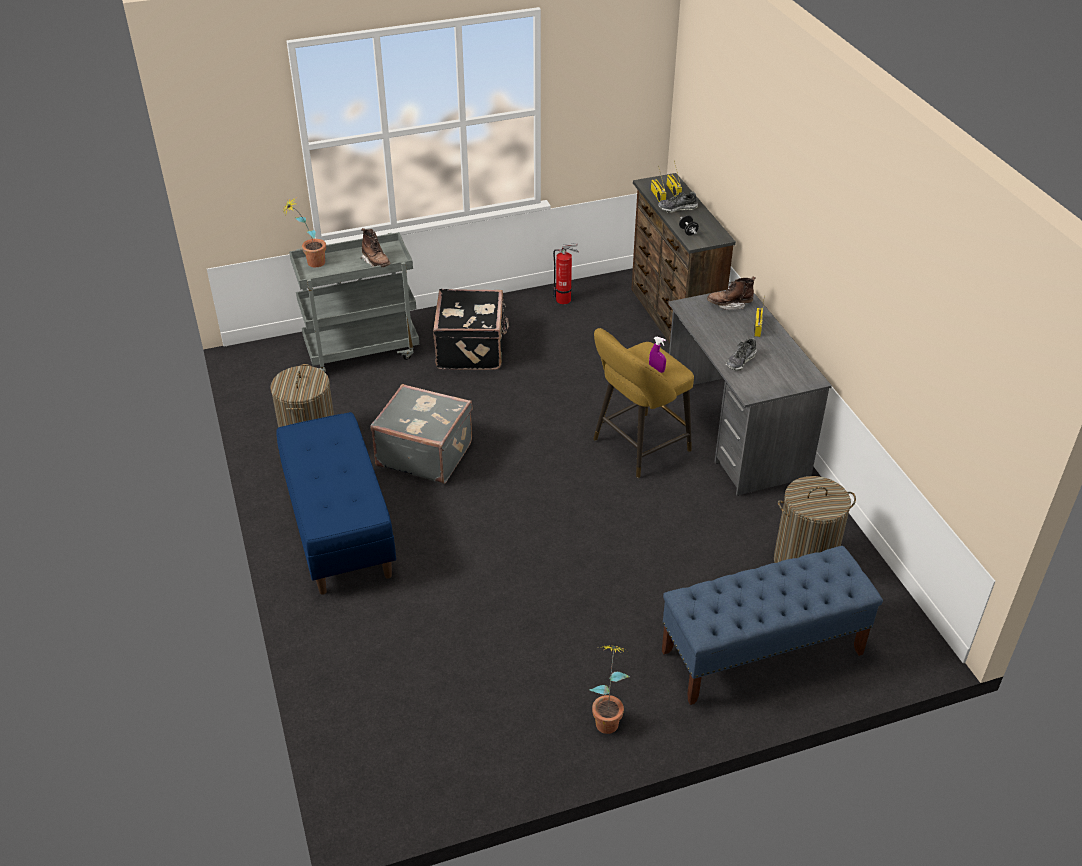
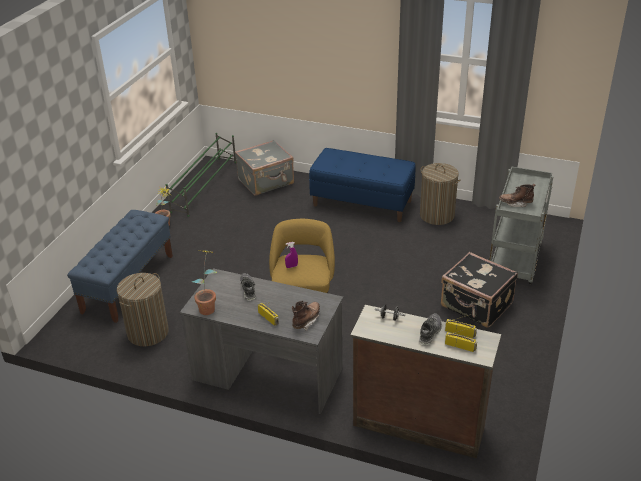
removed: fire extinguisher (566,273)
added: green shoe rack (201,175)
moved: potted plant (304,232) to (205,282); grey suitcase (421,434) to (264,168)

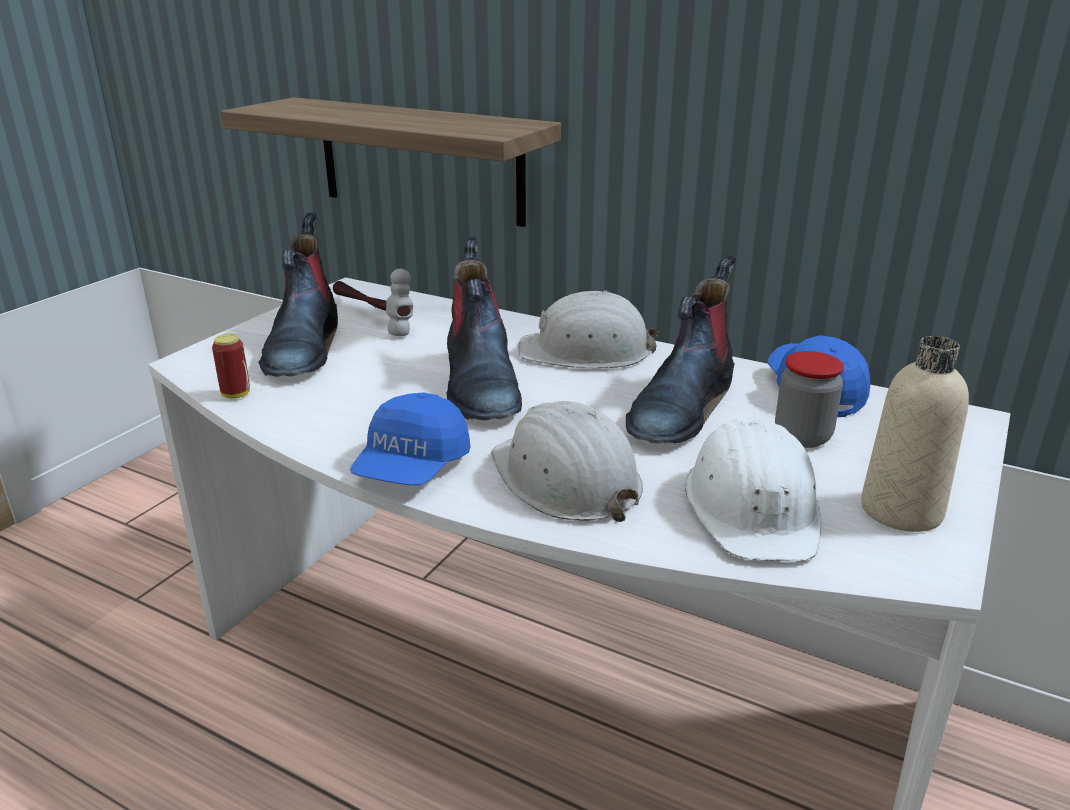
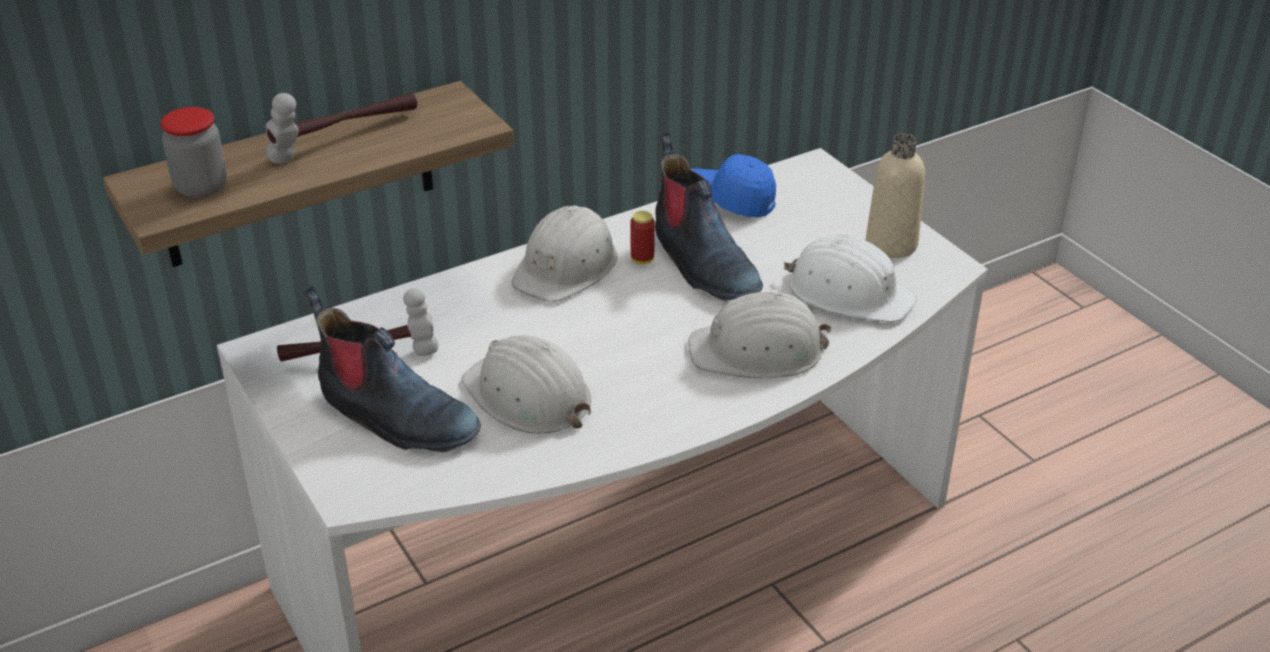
removed: blue cap (410,438); boot (484,328)
added: hammer (341,128); white hard hat (526,384)
moved: jar (809,399) to (193,152); can (231,366) to (642,237)

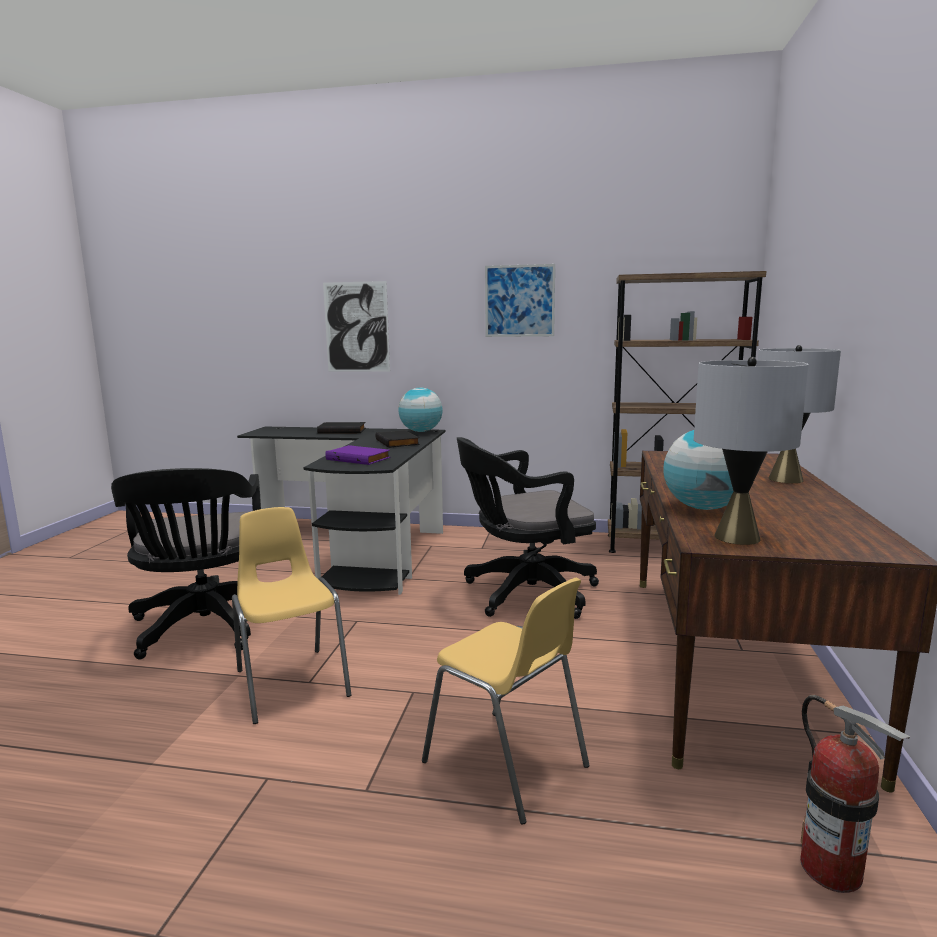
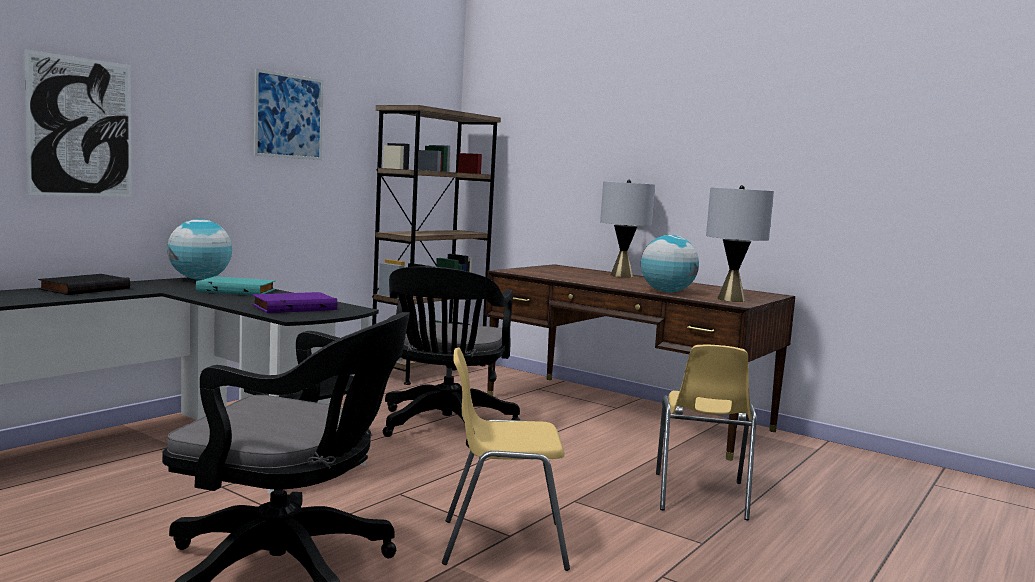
removed: fire extinguisher (855,794)
recoloured: black book (398,439) to turquoise book (235,286)
turned: yellow chair (506,701) = (706,432) 120 degrees clockwise

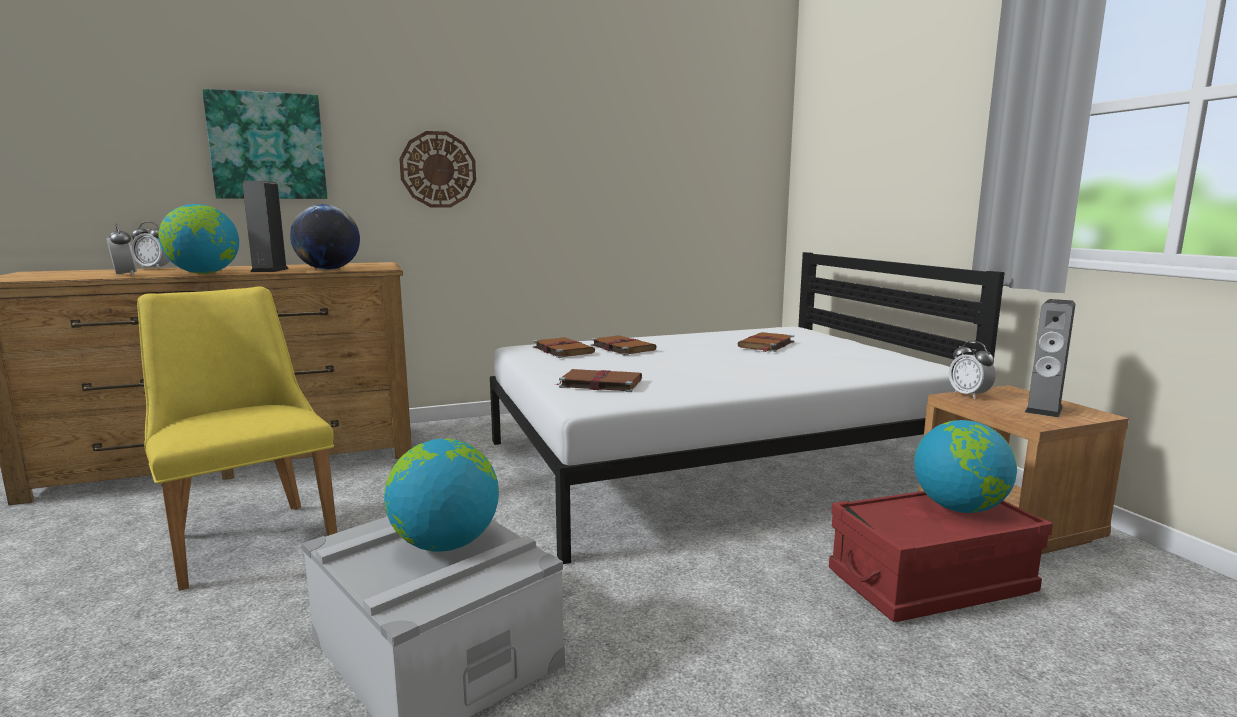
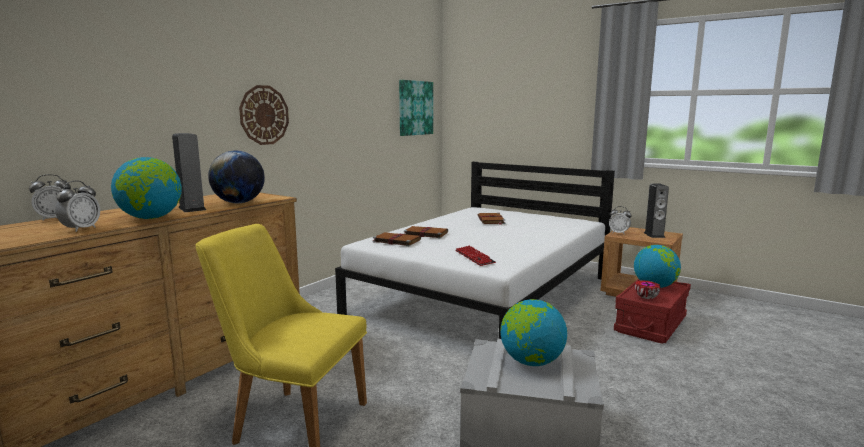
added: bowl (647,290)
moved: picture (265,144) to (416,108)
replaced: brown book (599,380) to keyboard (475,255)
turned: alarm clock (121,249) = (77,206) 90 degrees clockwise

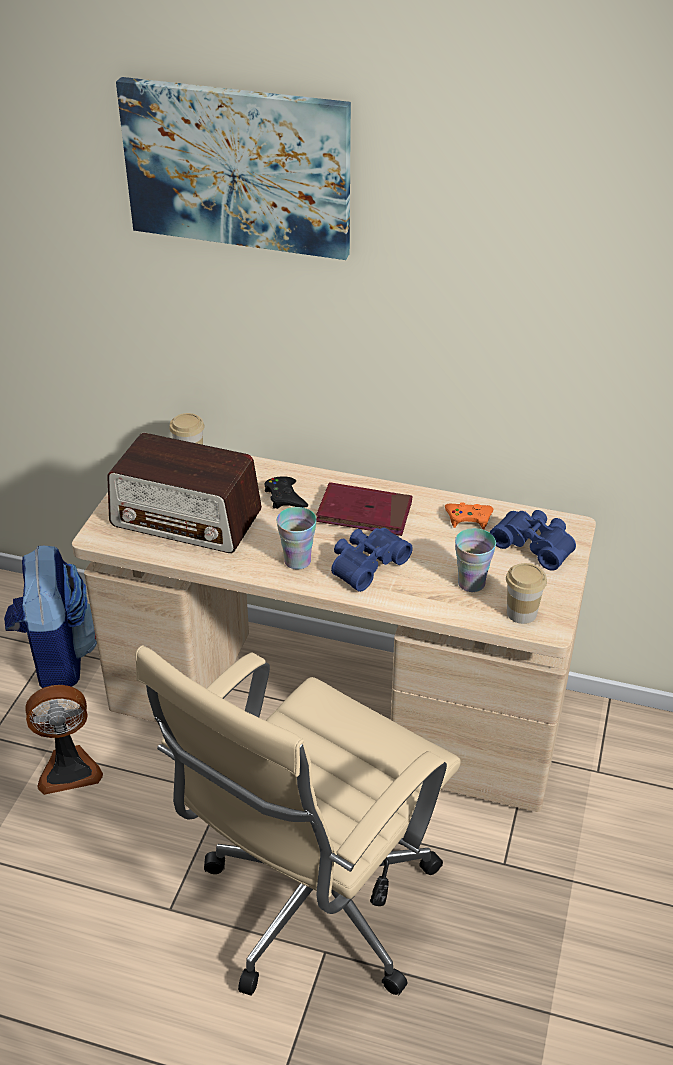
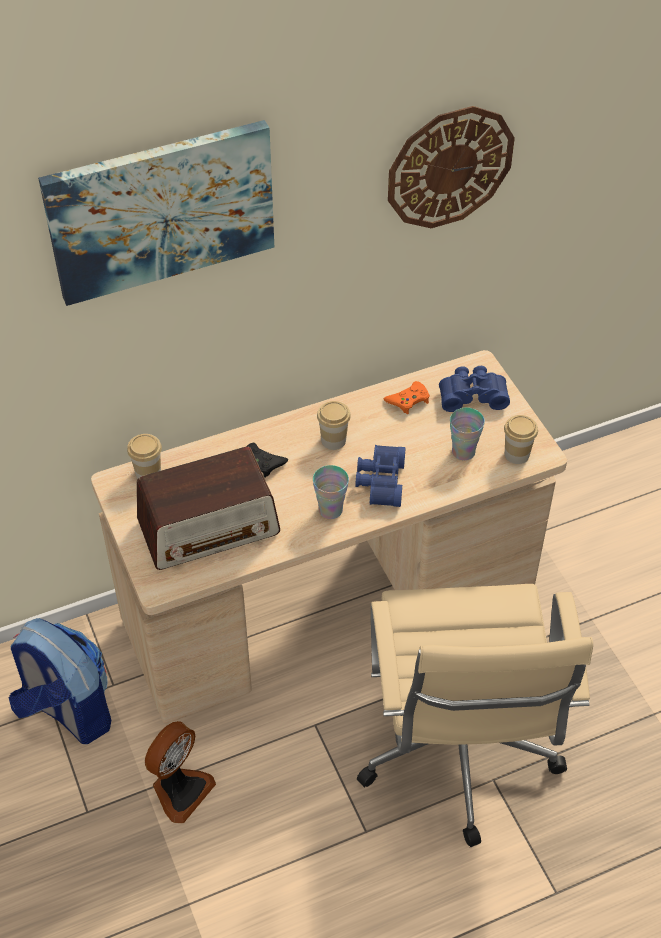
added: wall clock (451,167)
replaced: red book (364,509) to cup (334,425)

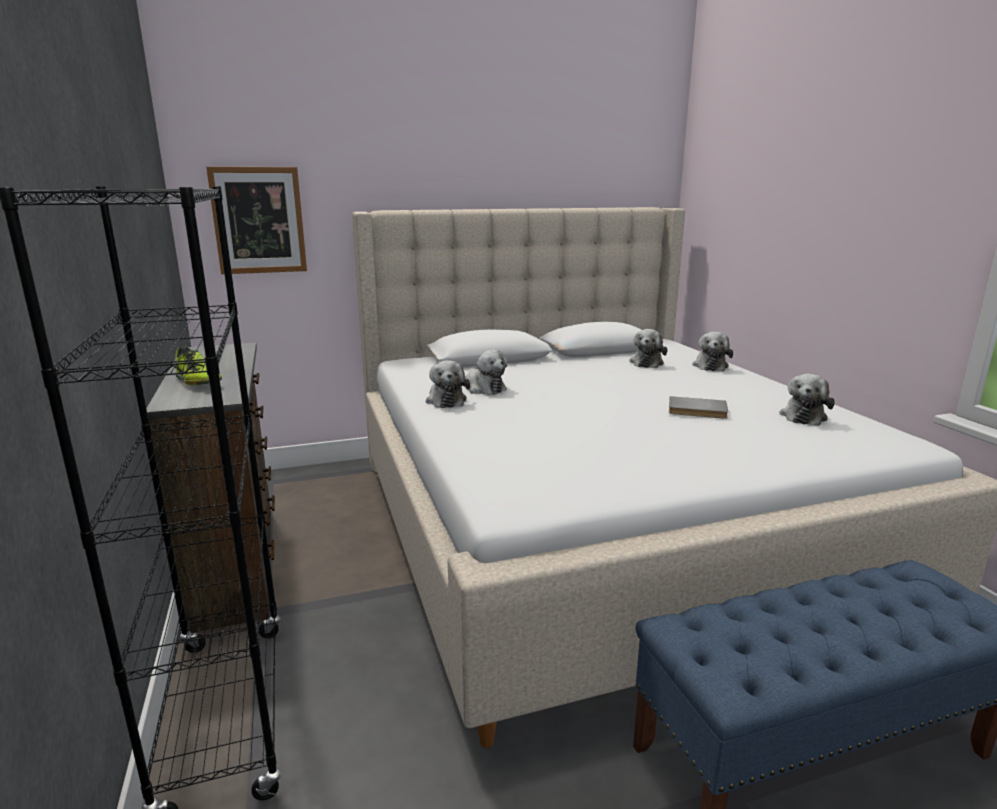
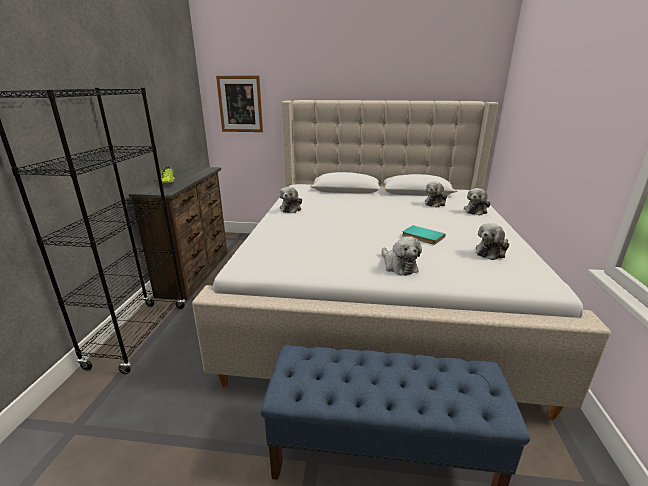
moved: plush toy (486,372) to (402,256)
recoloured: grey book (698,407) to turquoise book (423,235)

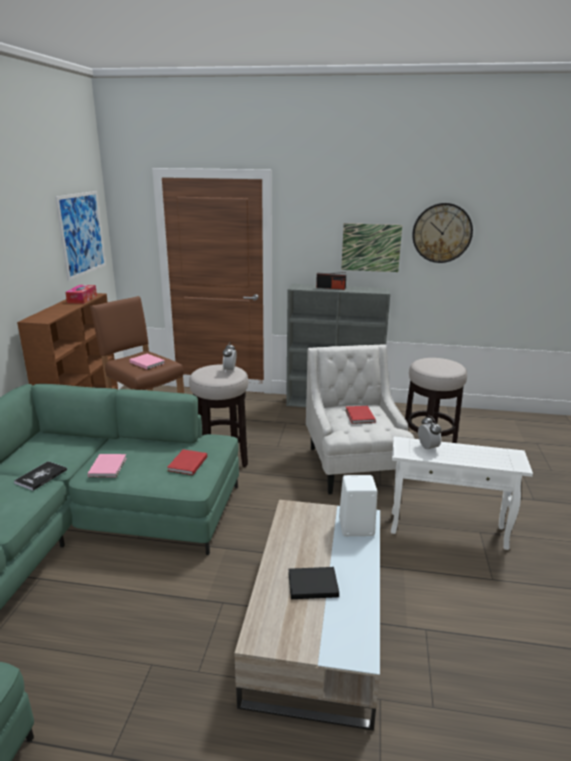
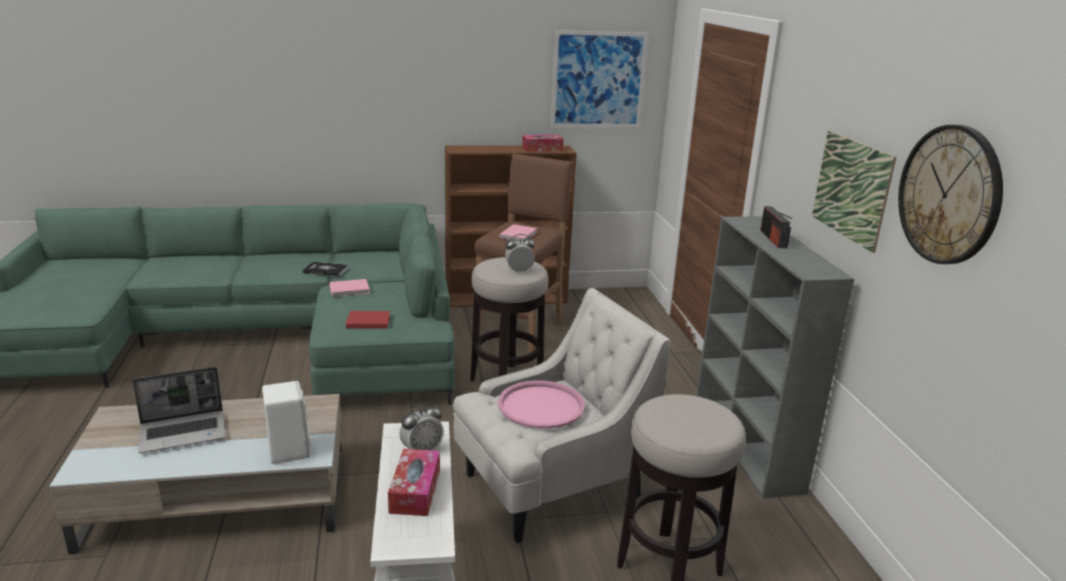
added: tissue box (414,482)
replaced: black book (313,583) to laptop (179,410); red book (360,415) to pink tray (541,404)

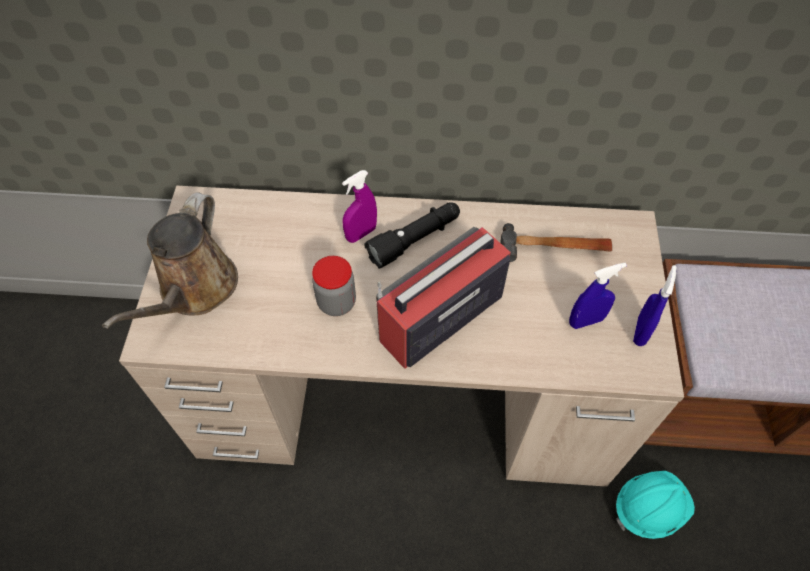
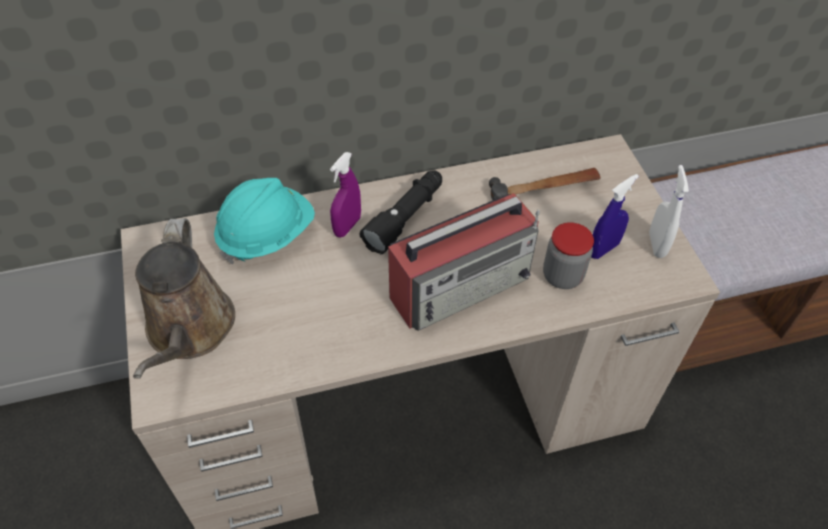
moved: turquoise hard hat (655,505) to (264,221); jar (334,286) to (568,255)
recoloured: blue spray bottle (655,305) to white spray bottle (669,211)
turned: radio (443,298) = (464,262) 150 degrees counterclockwise

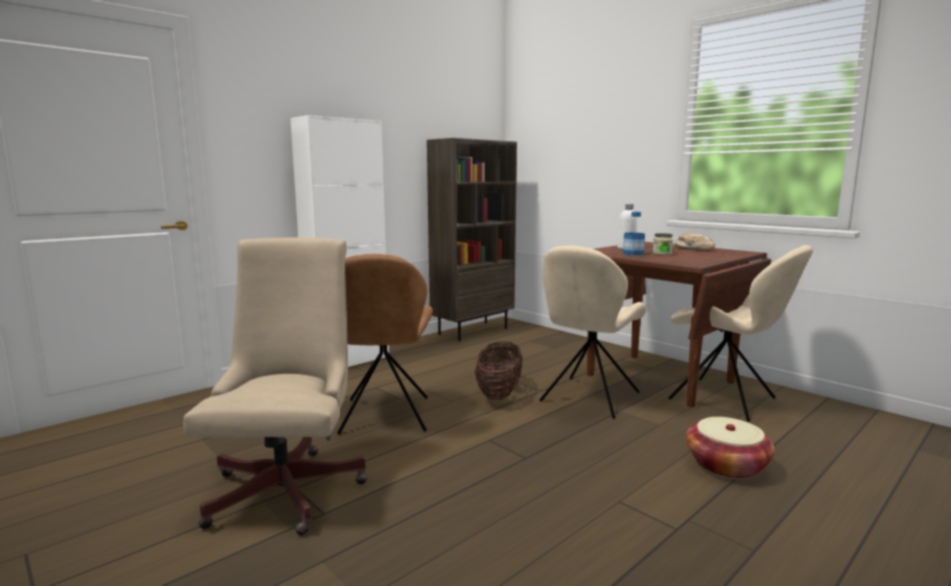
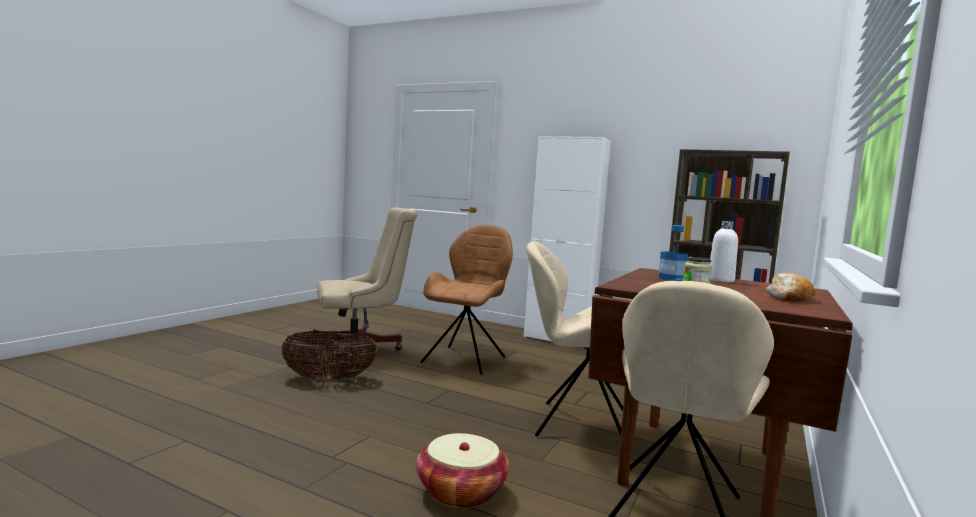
moved: basket (499,370) to (329,355)
turned: brown chair (385,344) = (466,299) 135 degrees clockwise

